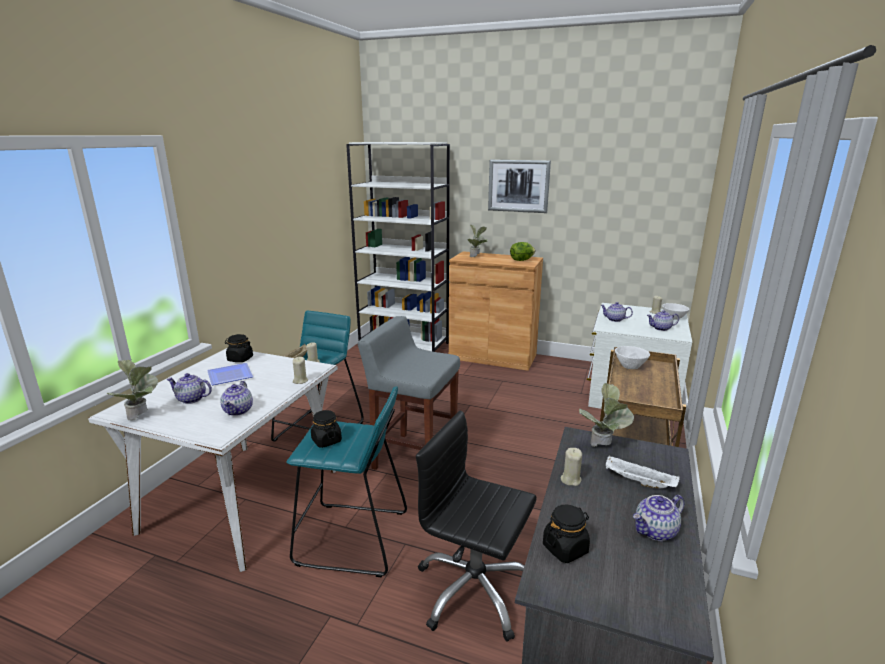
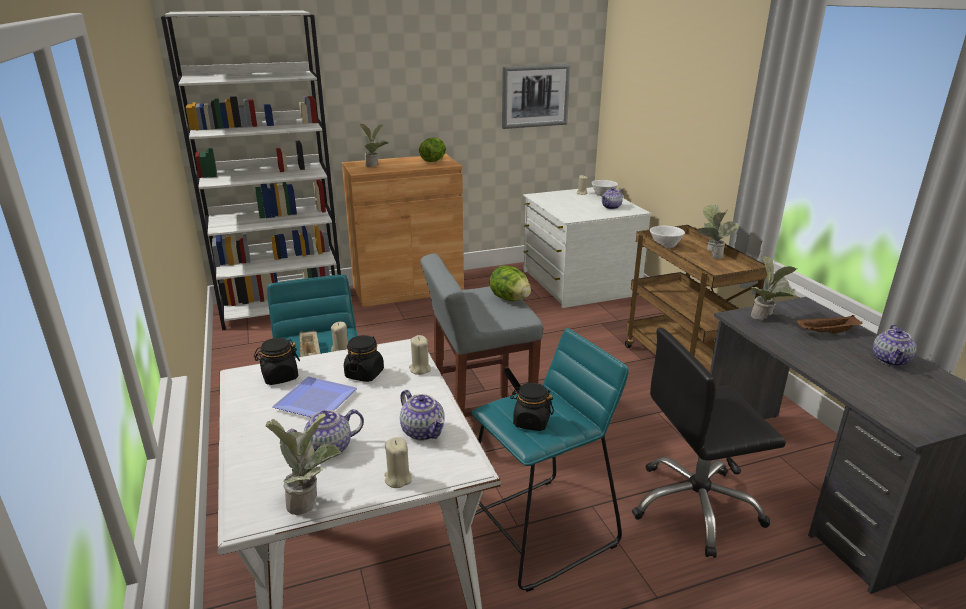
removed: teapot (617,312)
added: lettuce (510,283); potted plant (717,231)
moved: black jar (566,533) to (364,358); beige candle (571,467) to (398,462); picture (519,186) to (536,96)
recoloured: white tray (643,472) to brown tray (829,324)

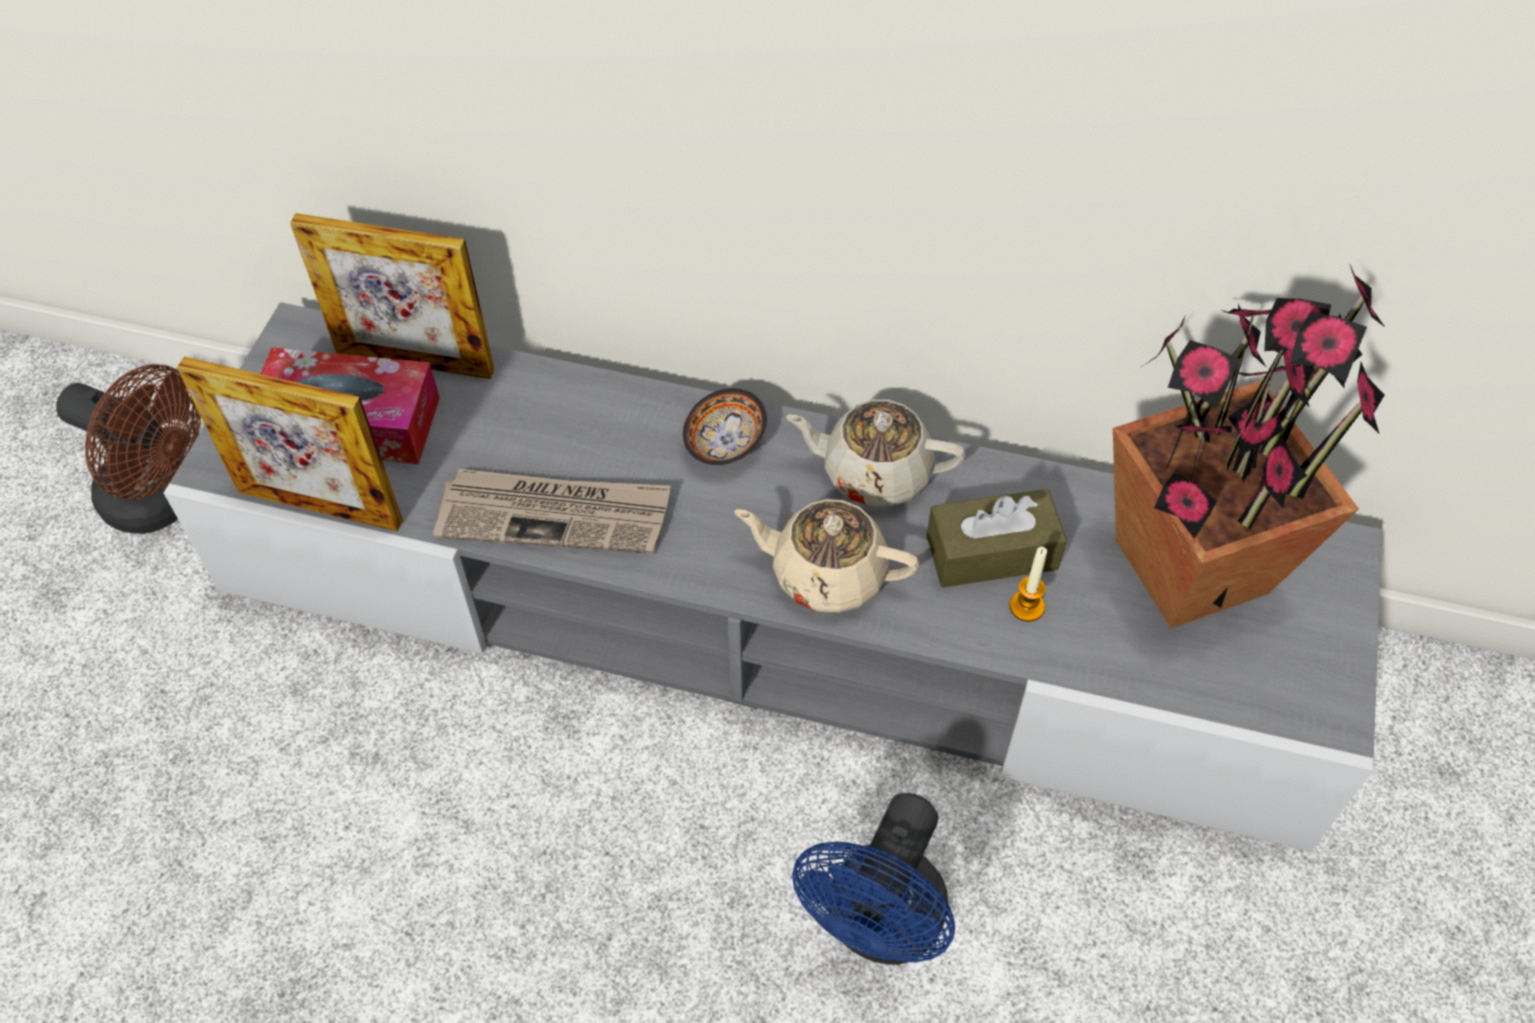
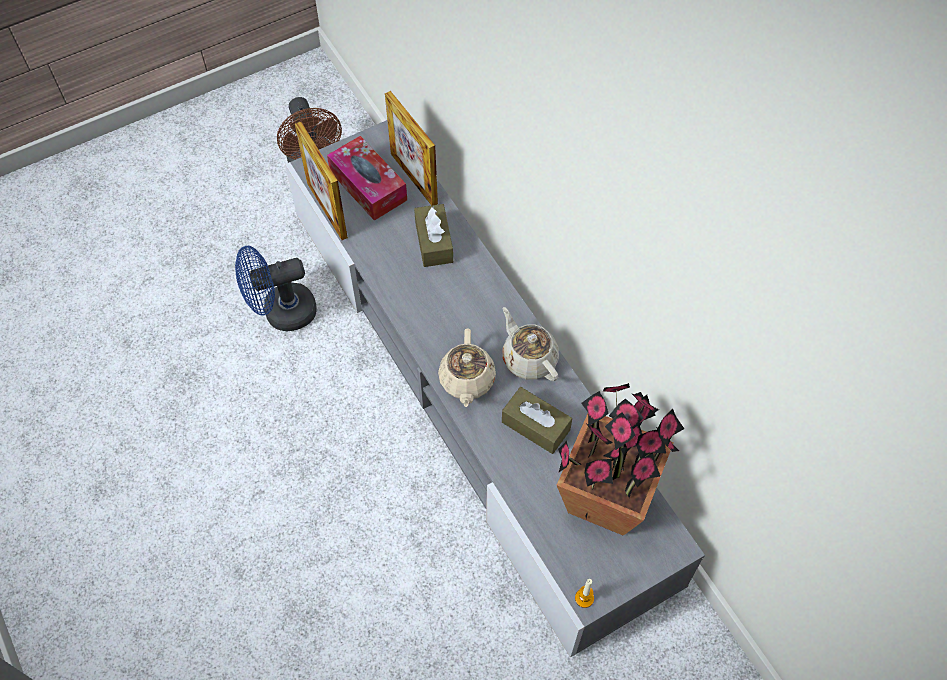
removed: newspaper (552,511); bowl (725,426)
added: brown tissue box (433,235)
moved: blue fan (873,879) to (276,288); candle (1028,584) to (584,593)
turned: beige teapot (826,556) = (467,367) 150 degrees counterclockwise

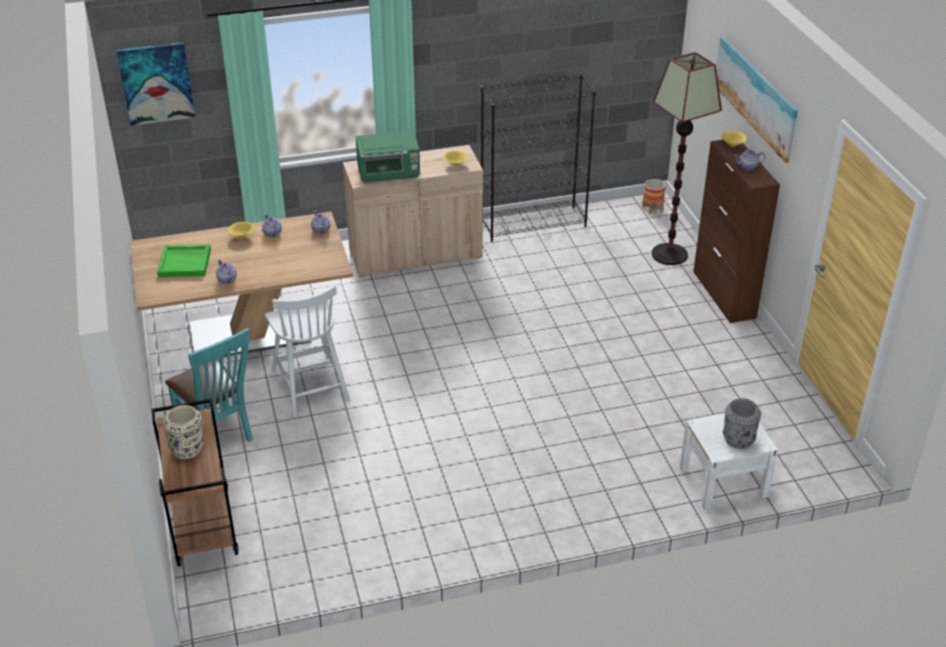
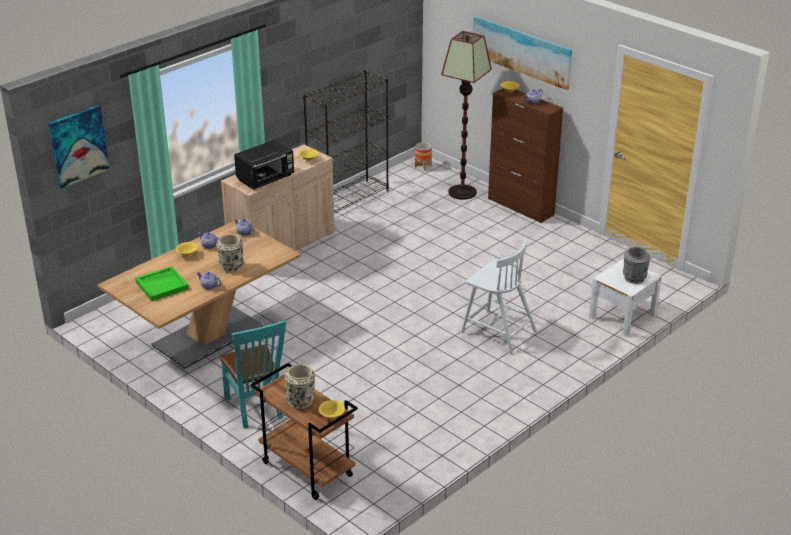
added: beige vase (230,253); yellow bowl (332,409)
moved: white chair (307,350) to (499,296)
recoloured: green microwave (387,156) to black microwave (264,164)
turned: turquoise chair (209,385) = (252,374) 45 degrees clockwise

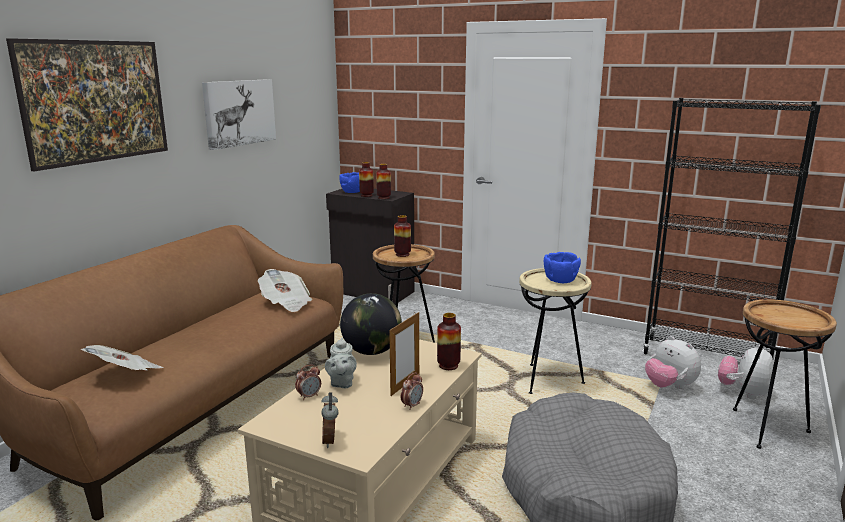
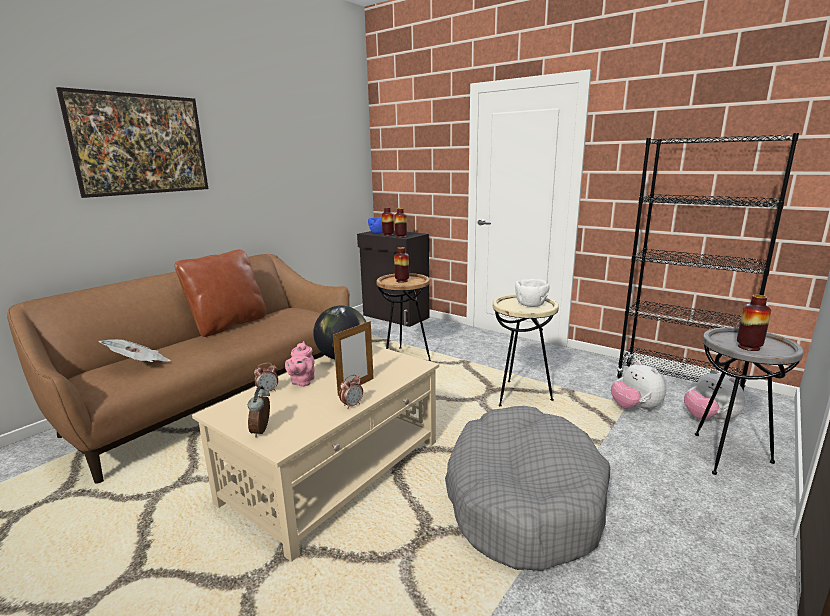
removed: picture (239,114); newspaper (285,290)
added: brown pillow (220,293)
moved: vase (449,341) to (754,323)
recoloured: grey teapot (341,362) to pink teapot (300,364); blue bowl (562,267) to white bowl (532,293); brown side table (785,374) to grey side table (749,401)
turned: plush toy (746,371) = (714,396) 60 degrees counterclockwise

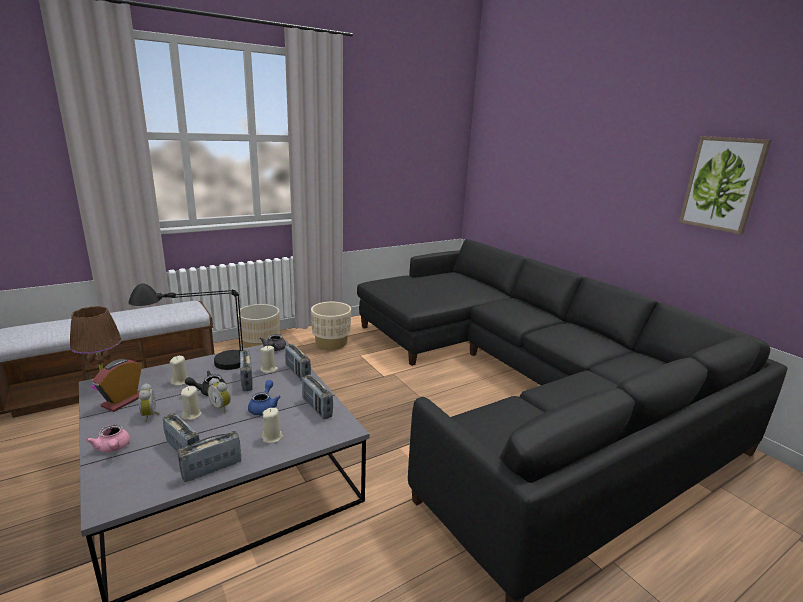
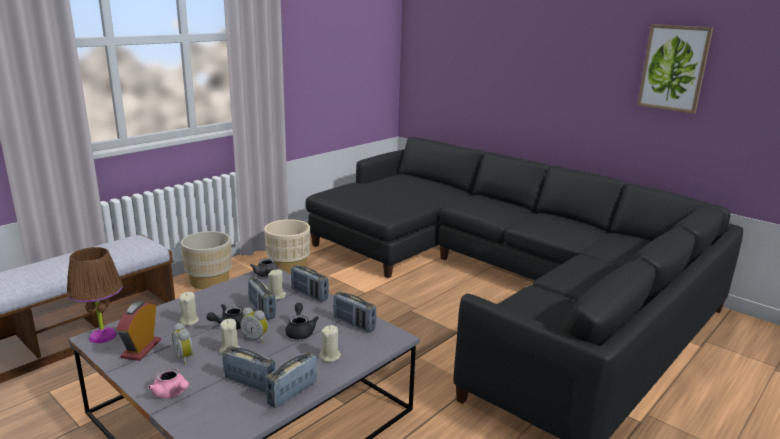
removed: black table lamp (185,326)
recoloured: blue teapot (264,397) to black teapot (302,321)

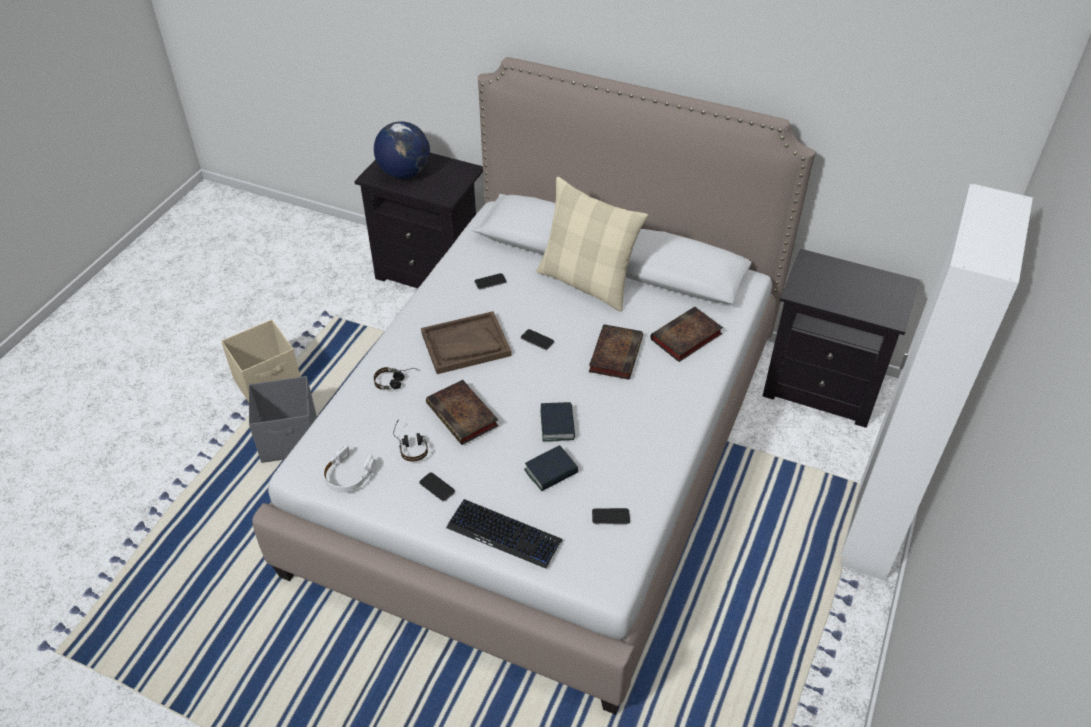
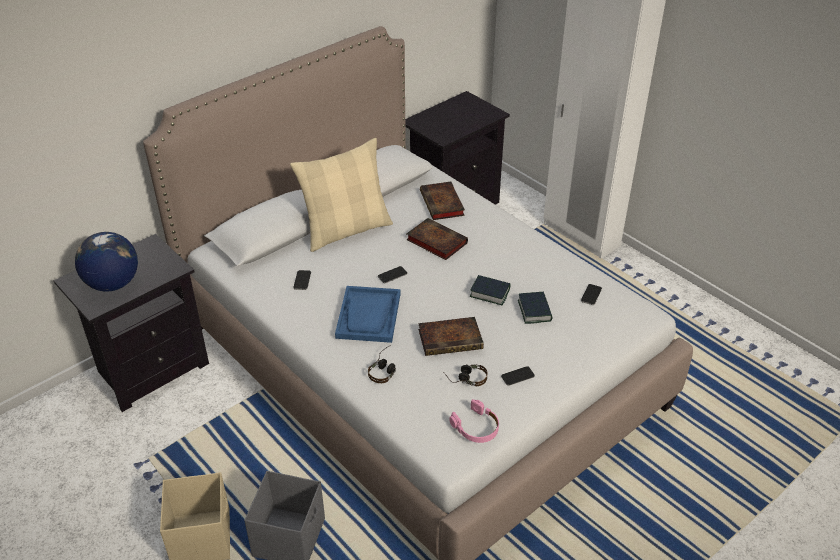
removed: keyboard (504,534)
recoloured: brown tray (466,342) to blue tray (367,314); white headphones (349,469) to pink headphones (474,421)

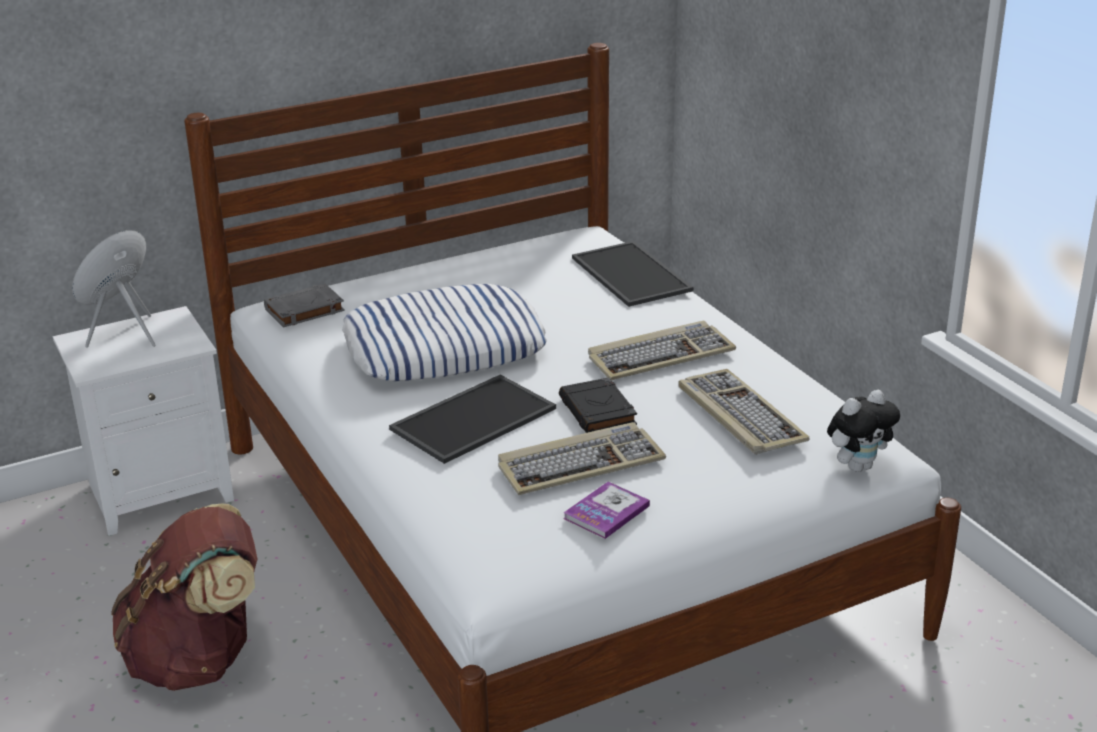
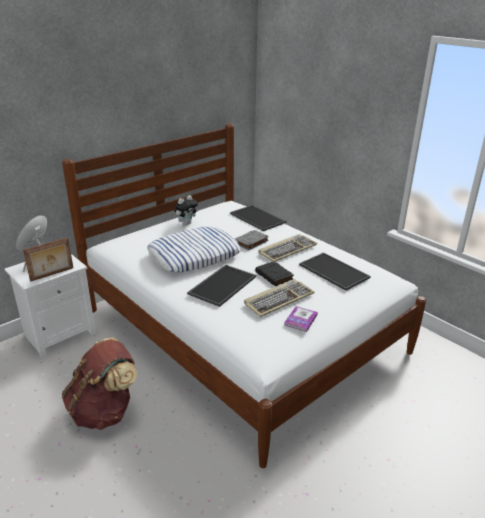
added: picture frame (48,259)
moved: plush toy (863,431) to (186,210); grey book (304,306) to (252,240)
replaced: keyboard (744,412) to tray (334,271)

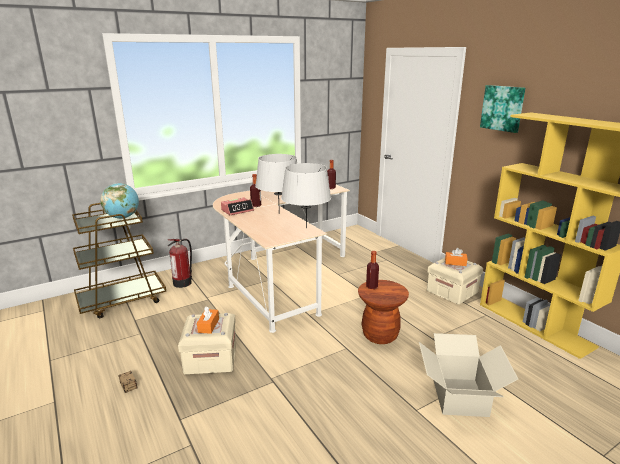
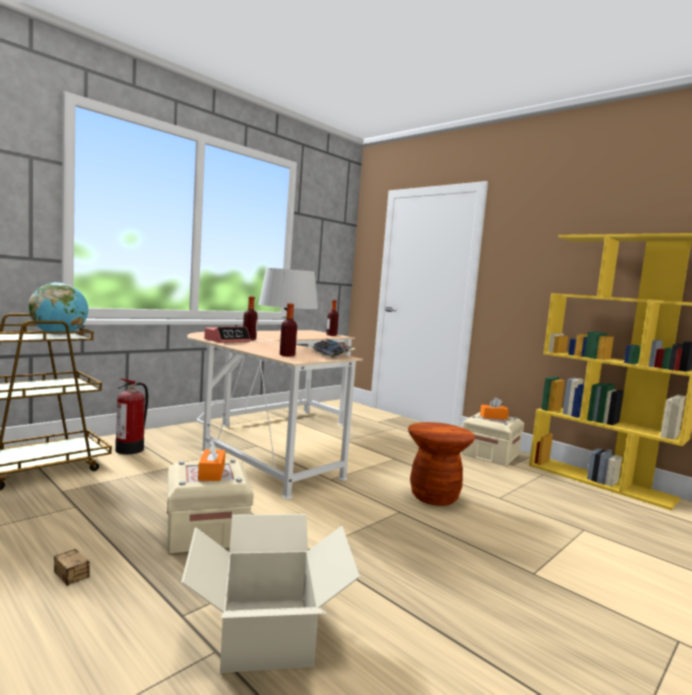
removed: picture (502,109)
moved: cardboard box (468,375) to (270,593); bottle (372,270) to (288,330)
replaced: grey table lamp (306,196) to keyboard (334,348)

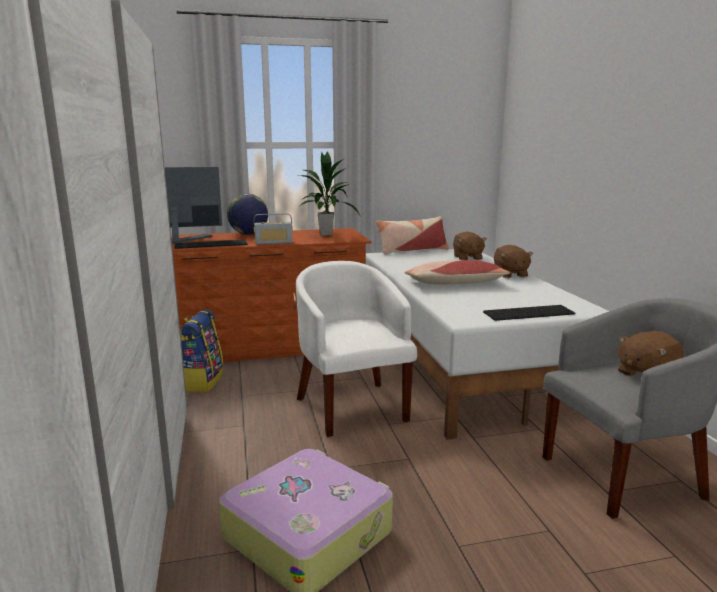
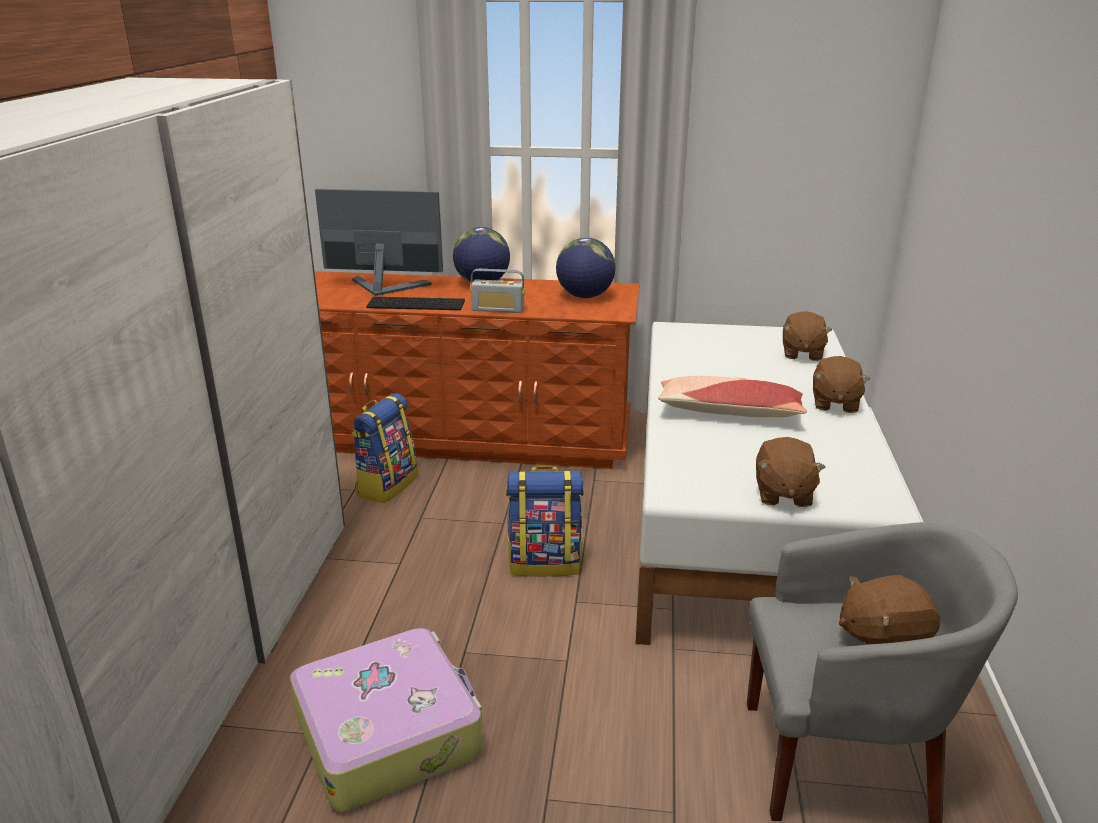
removed: pillow (412,235)
replaced: white armchair (356,349) to backpack (545,521); potted plant (330,193) to globe (586,268); keyboard (529,313) to brown plush toy (791,472)

